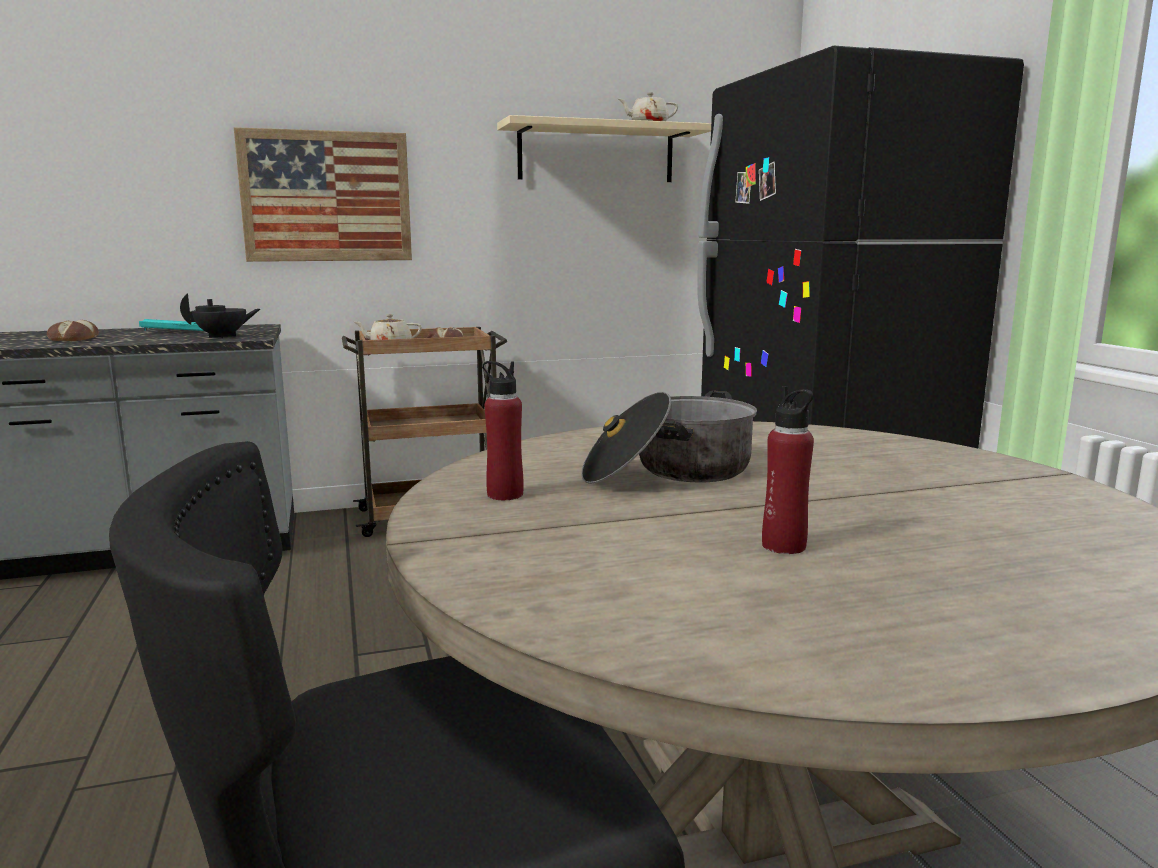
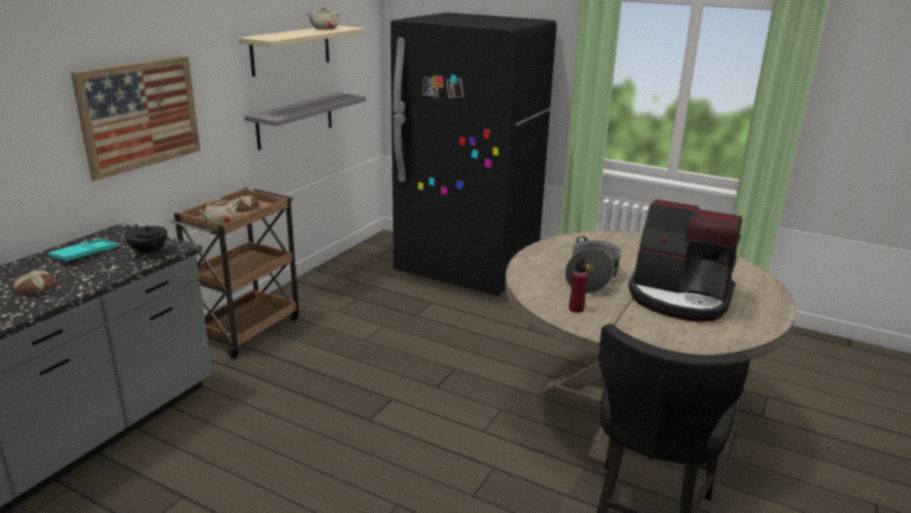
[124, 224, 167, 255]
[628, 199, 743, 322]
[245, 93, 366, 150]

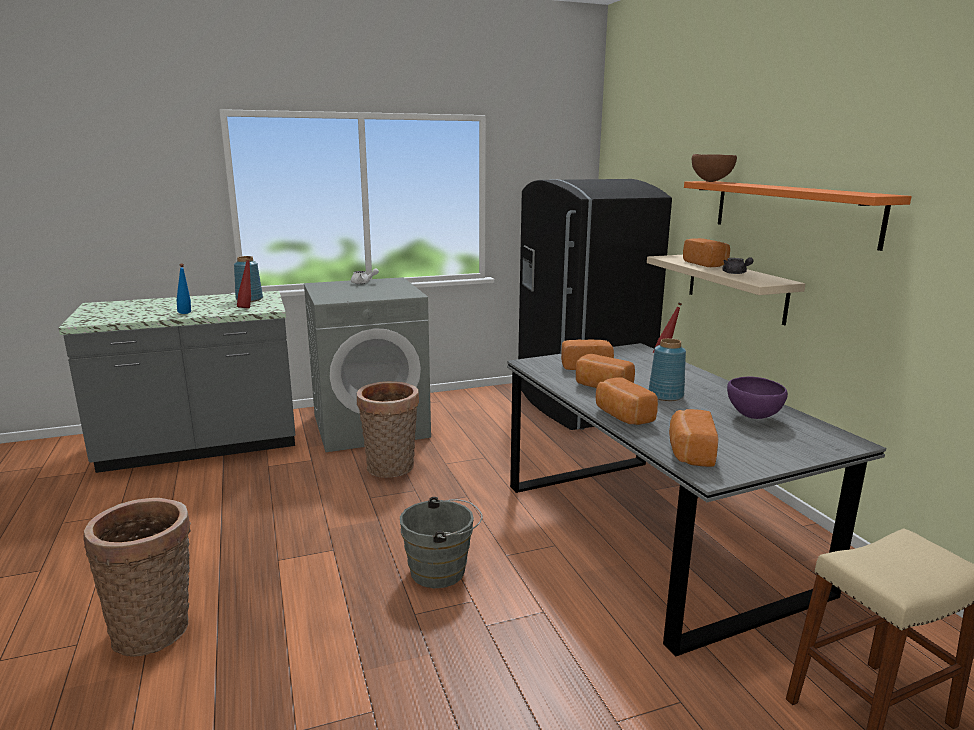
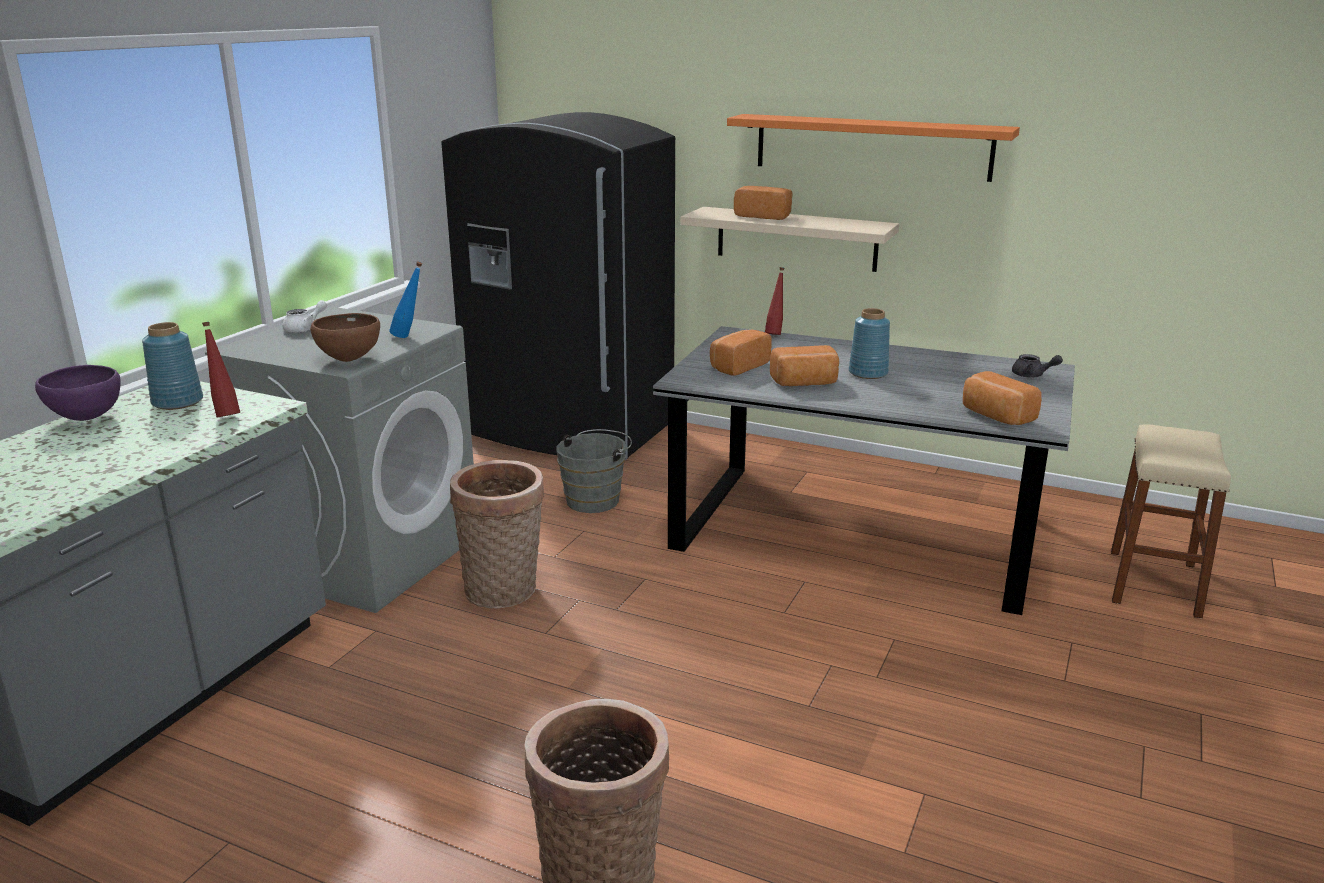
[310, 313, 380, 362]
[1012, 354, 1063, 378]
[389, 261, 422, 338]
[596, 377, 658, 425] (first image)
[35, 365, 121, 421]
[556, 429, 632, 513]

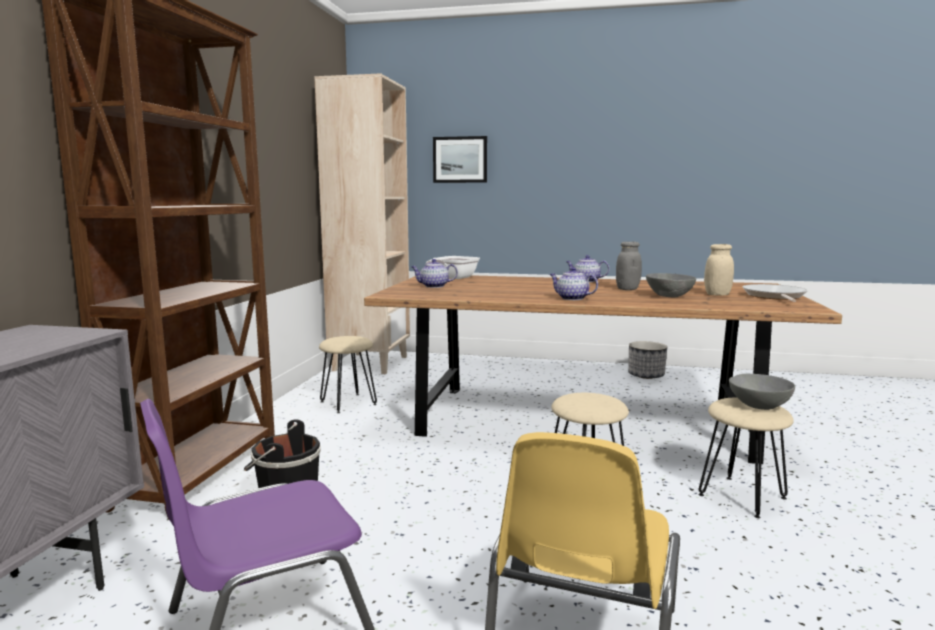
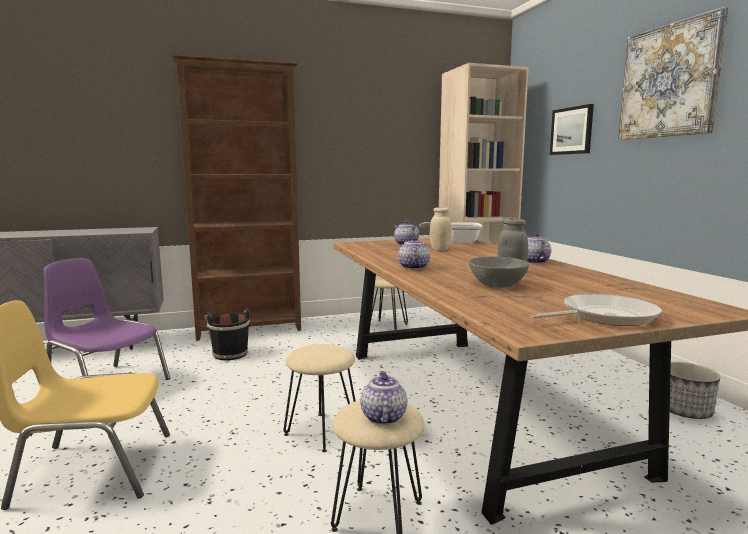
[430, 207, 452, 250]
[360, 371, 407, 425]
[618, 7, 729, 140]

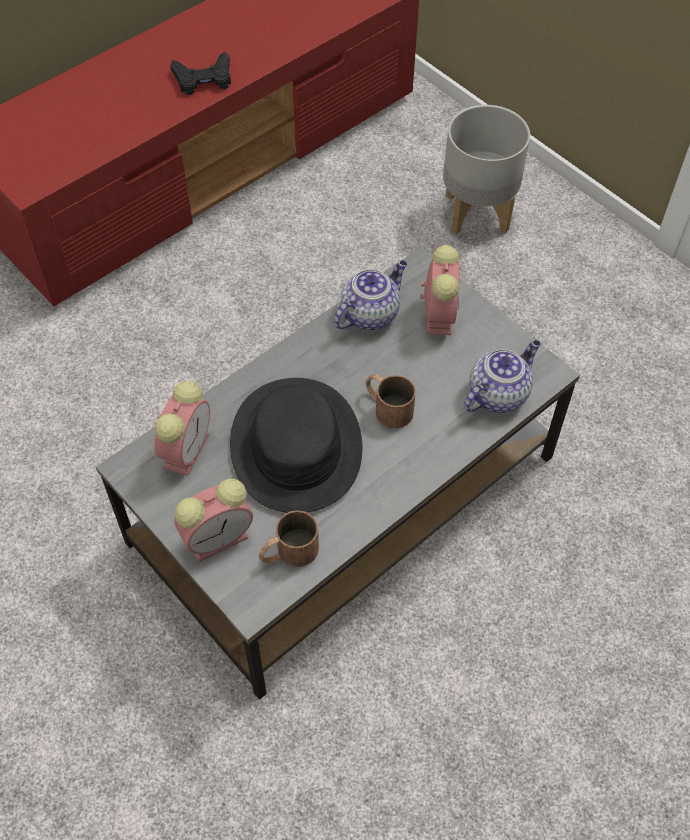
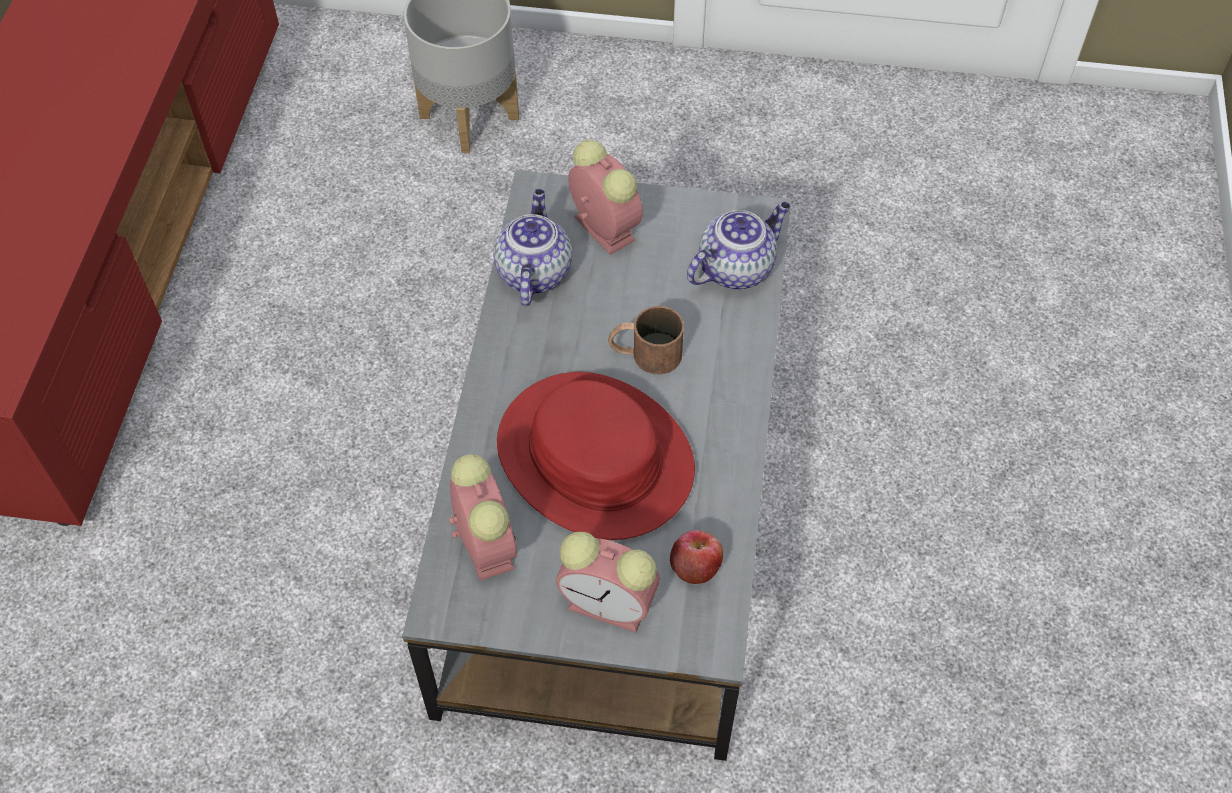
[170, 52, 231, 95] (first image)
[687, 202, 790, 289]
[497, 372, 695, 540]
[556, 532, 660, 632]
[670, 530, 723, 584]

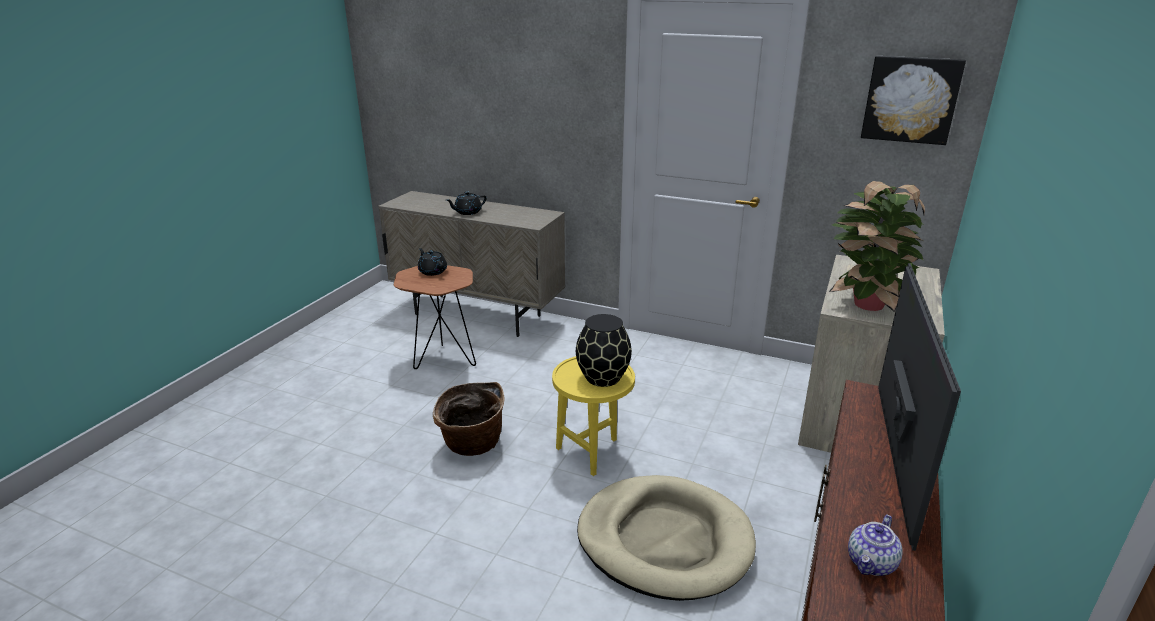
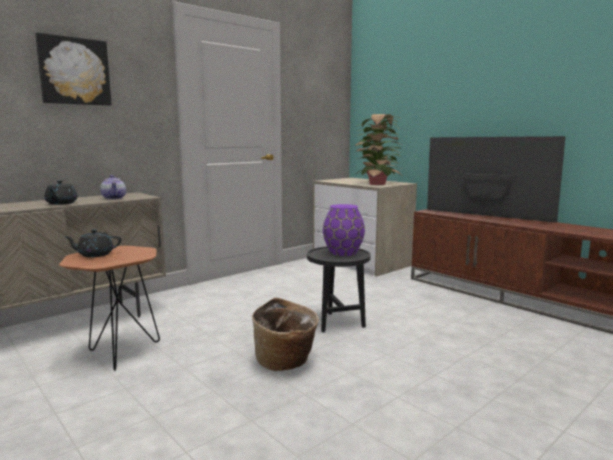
[35, 32, 112, 106]
[323, 204, 365, 256]
[307, 246, 371, 332]
[577, 475, 756, 601] (first image)
[100, 175, 126, 199]

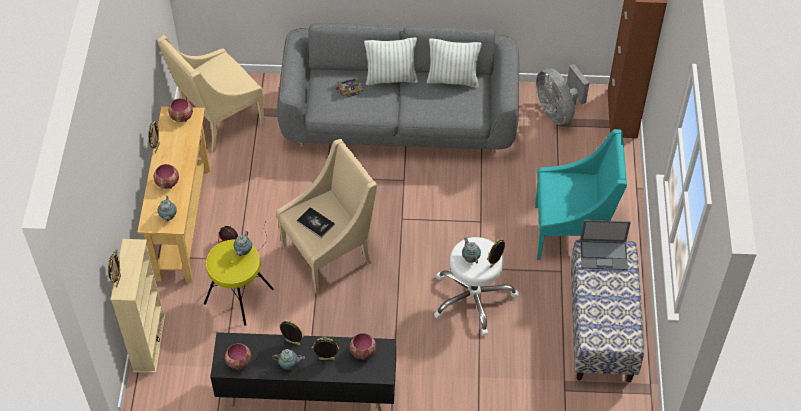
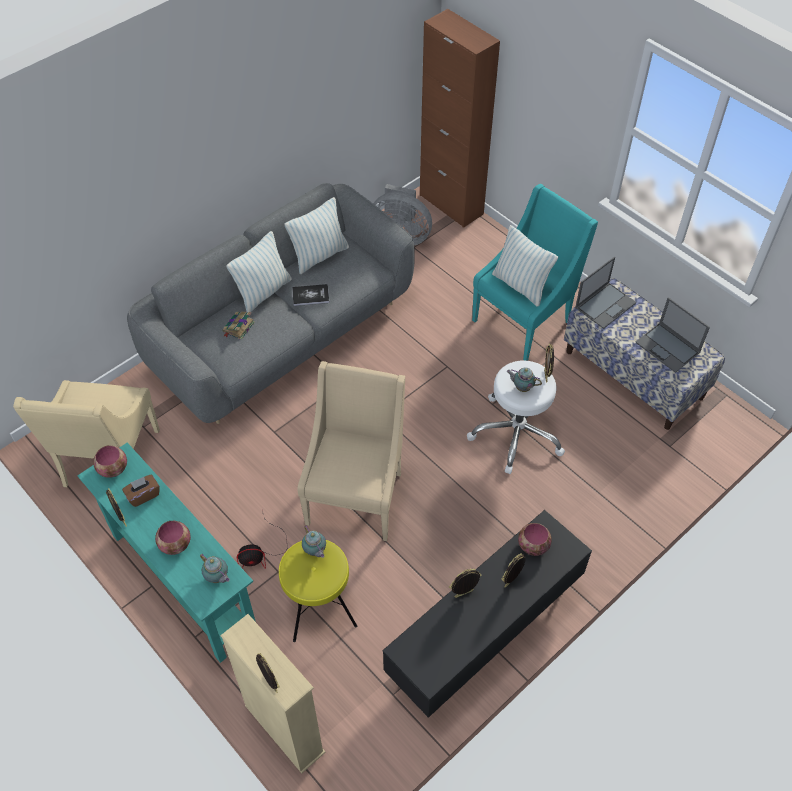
[77, 443, 256, 663]
[292, 284, 329, 306]
[225, 343, 252, 370] (first image)
[272, 349, 305, 370] (first image)
[492, 225, 558, 307]
[635, 297, 710, 373]
[122, 474, 160, 507]

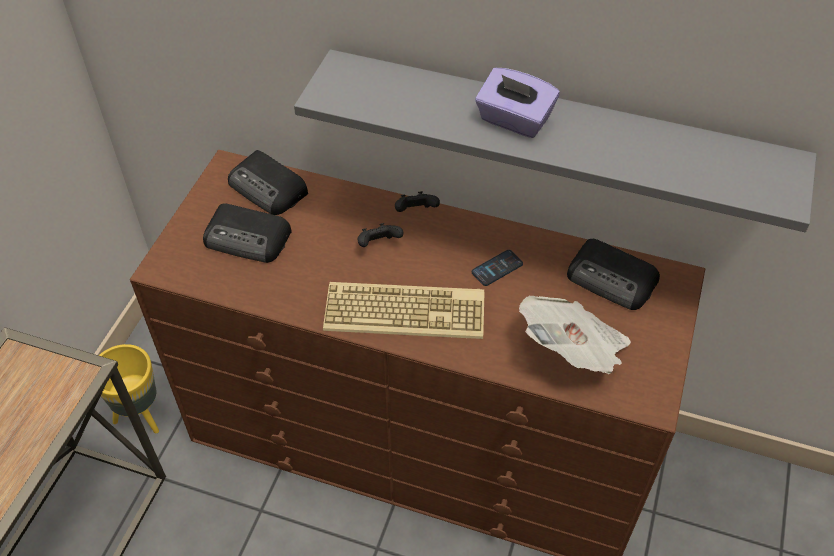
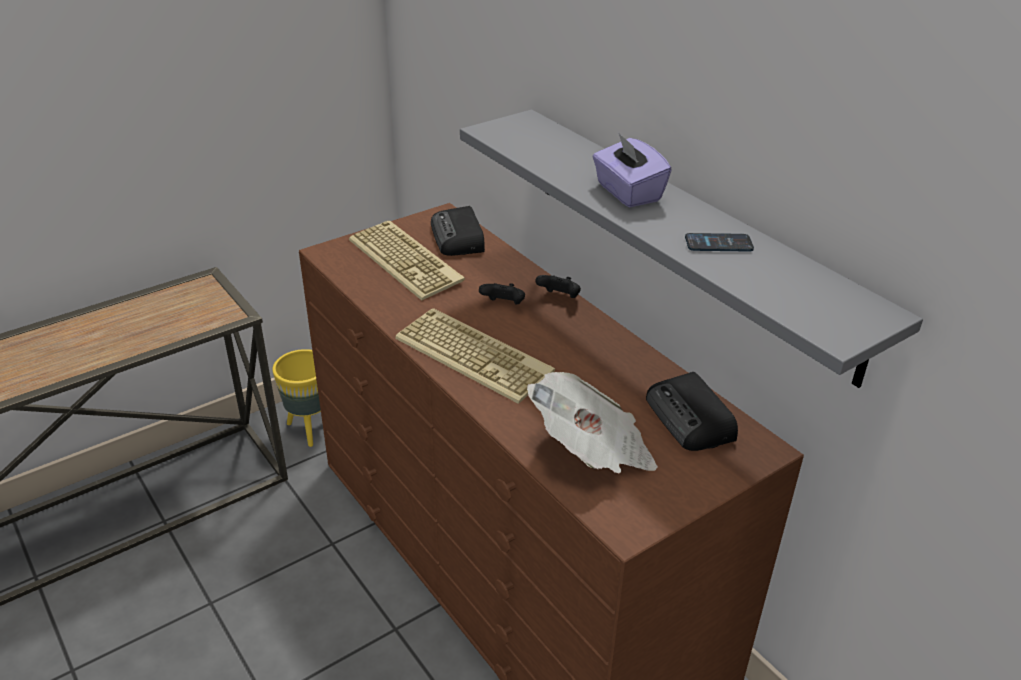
[349, 221, 465, 301]
[685, 233, 754, 251]

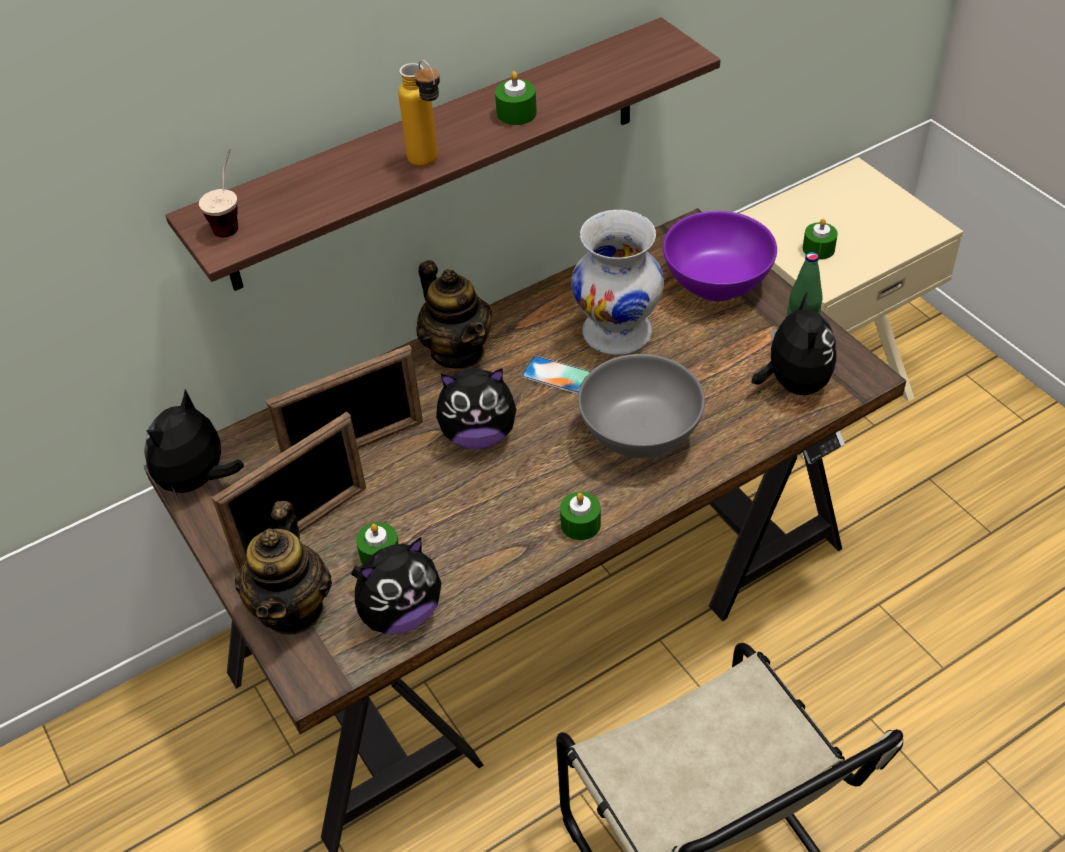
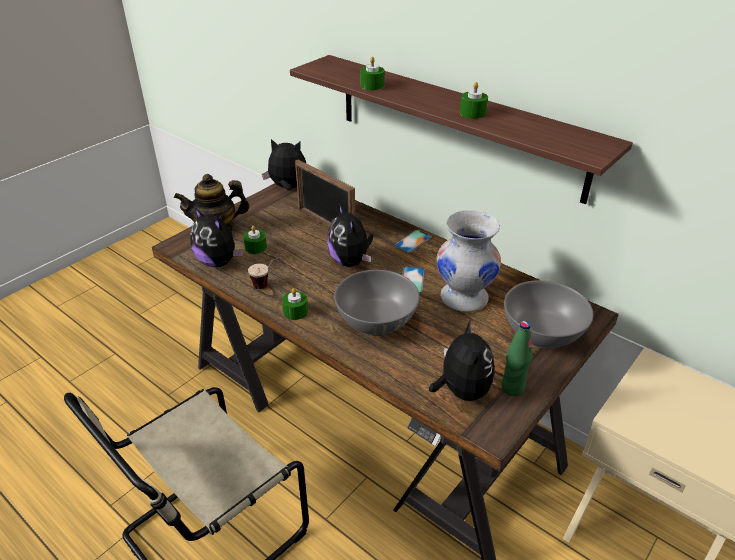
[398, 60, 440, 167] (first image)
[248, 256, 285, 289]
[504, 280, 593, 349]
[360, 57, 385, 90]
[395, 230, 432, 253]
[429, 319, 495, 401]
[212, 412, 366, 570] (first image)

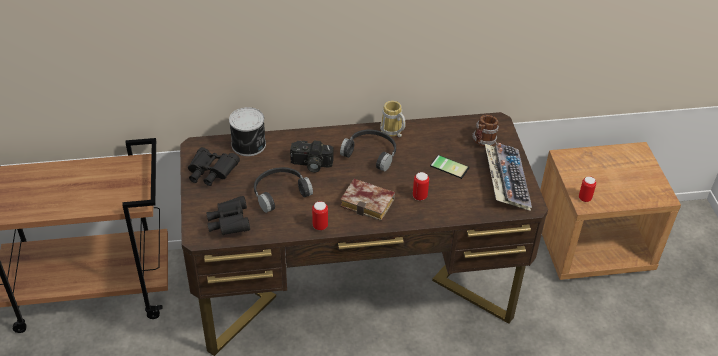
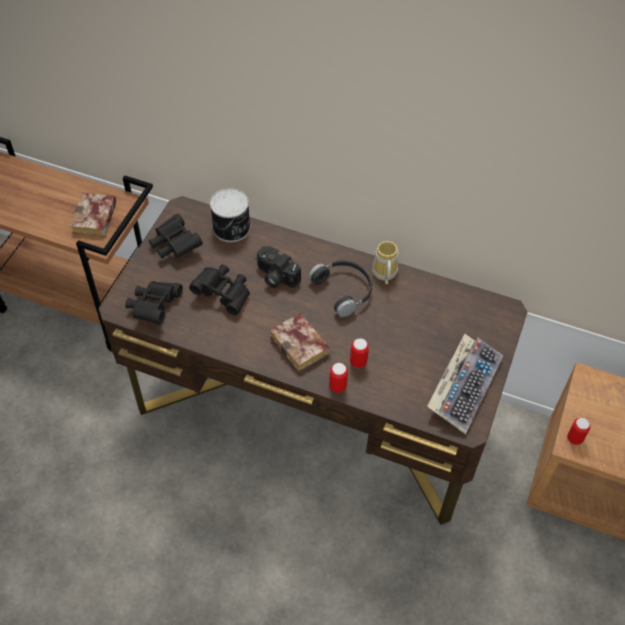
[473, 115, 499, 147] (first image)
[430, 155, 470, 179] (first image)
[189, 264, 250, 315]
[329, 363, 348, 393]
[71, 193, 116, 236]

